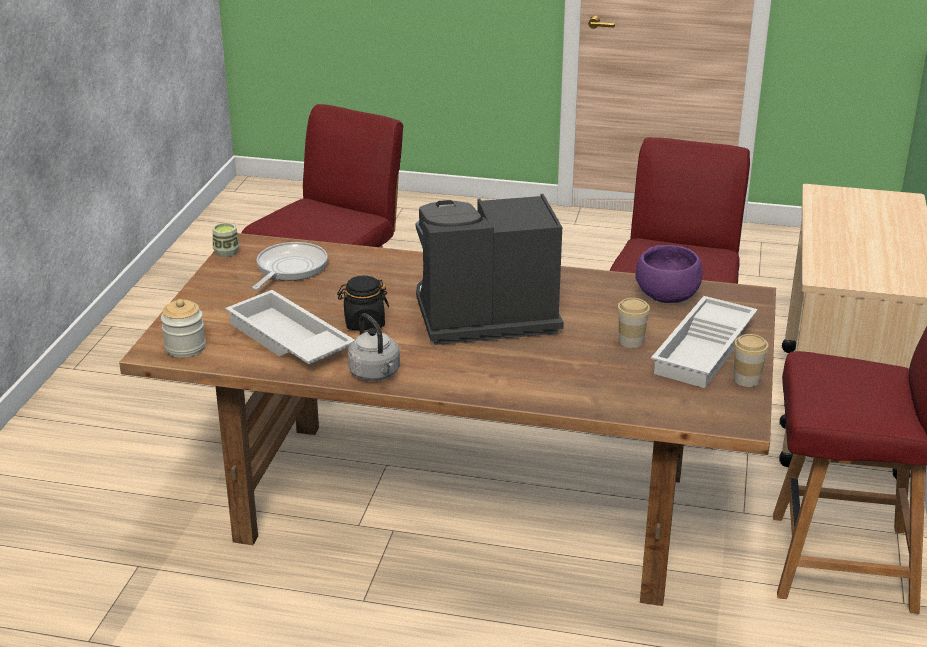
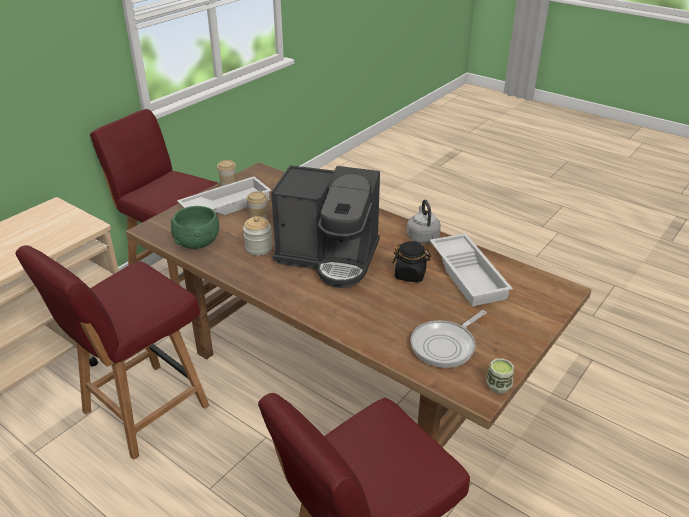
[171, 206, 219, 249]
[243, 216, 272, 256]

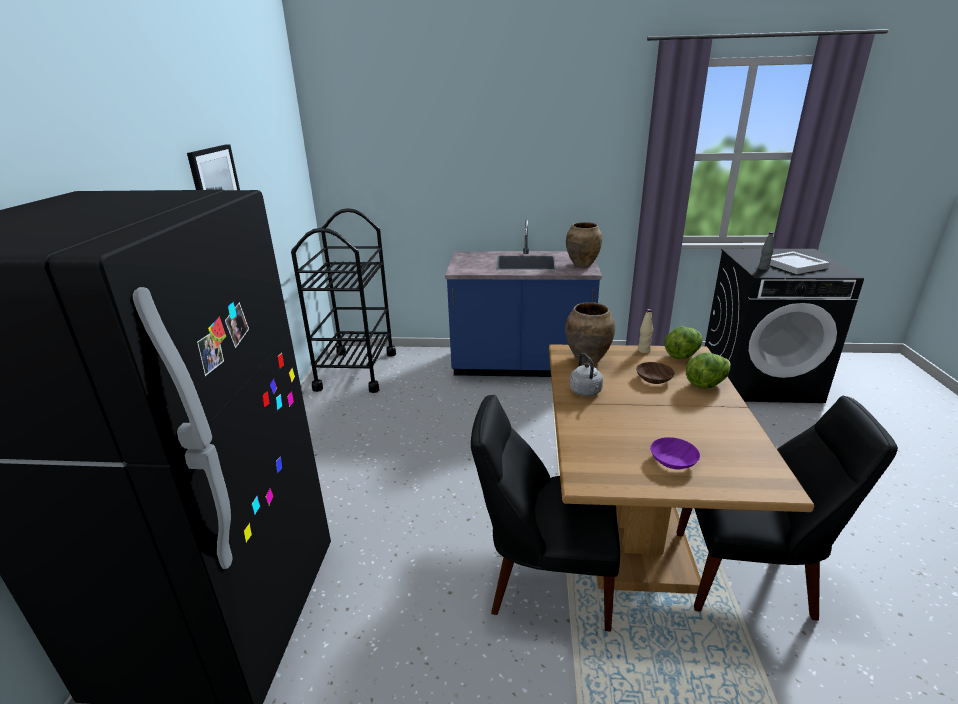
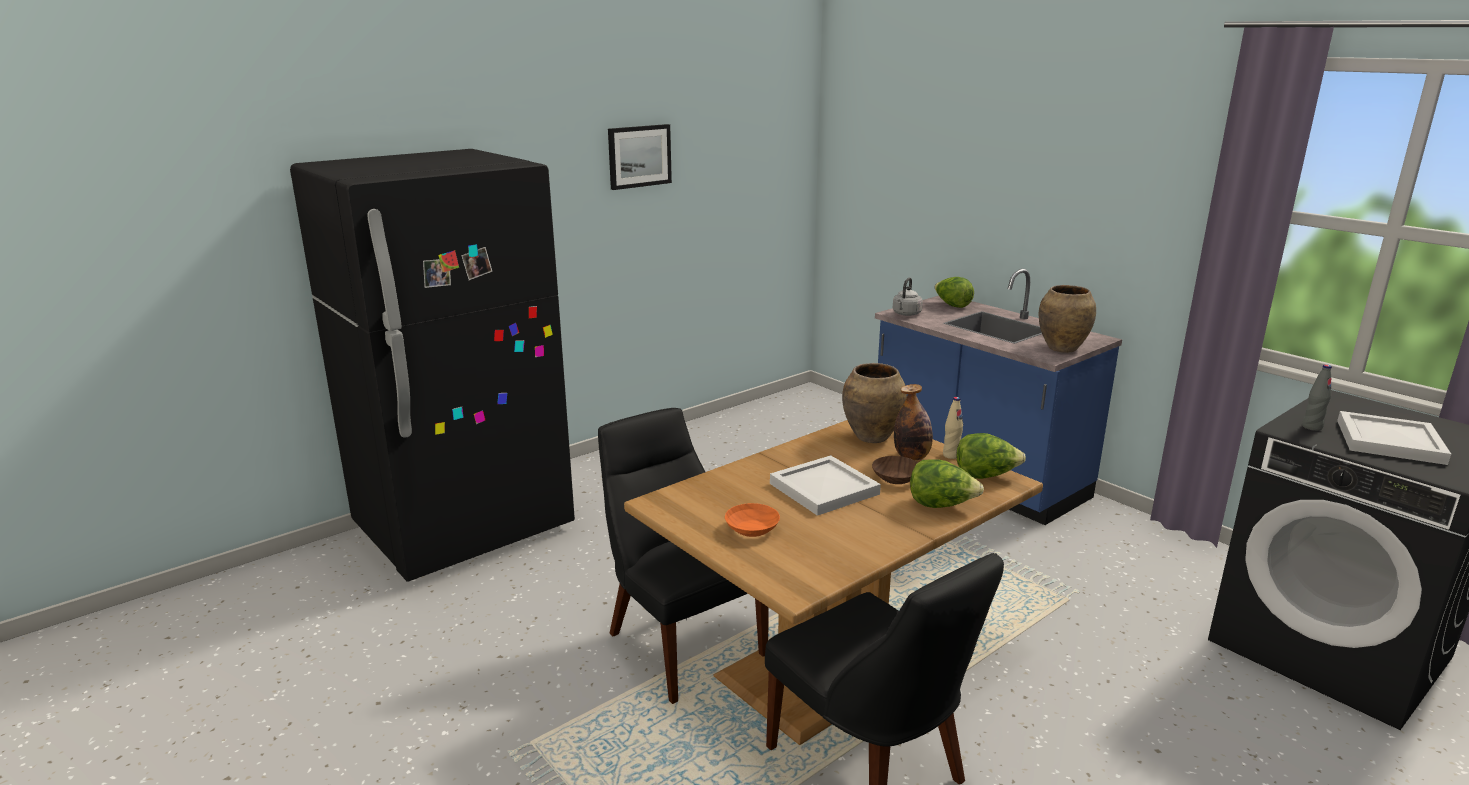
[291, 208, 396, 393] (first image)
[893, 277, 923, 316]
[725, 503, 780, 537]
[934, 277, 974, 308]
[894, 384, 933, 460]
[770, 455, 881, 516]

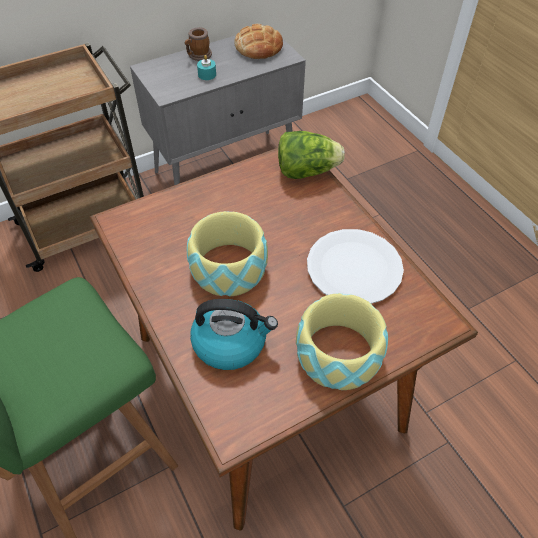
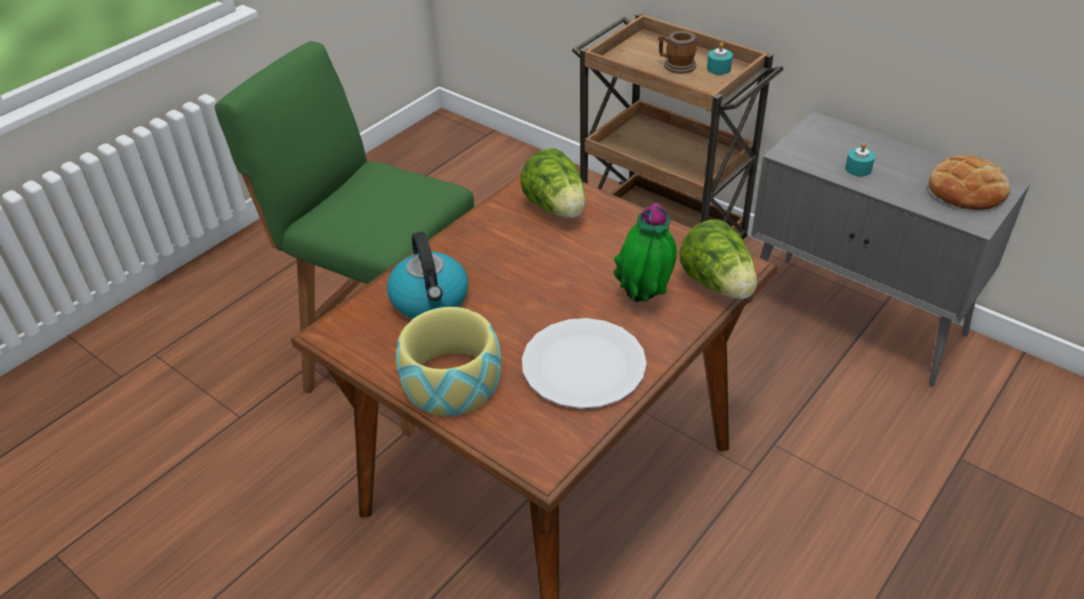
[658, 31, 696, 74]
[187, 211, 268, 296] (first image)
[707, 42, 733, 75]
[520, 148, 586, 218]
[614, 203, 677, 302]

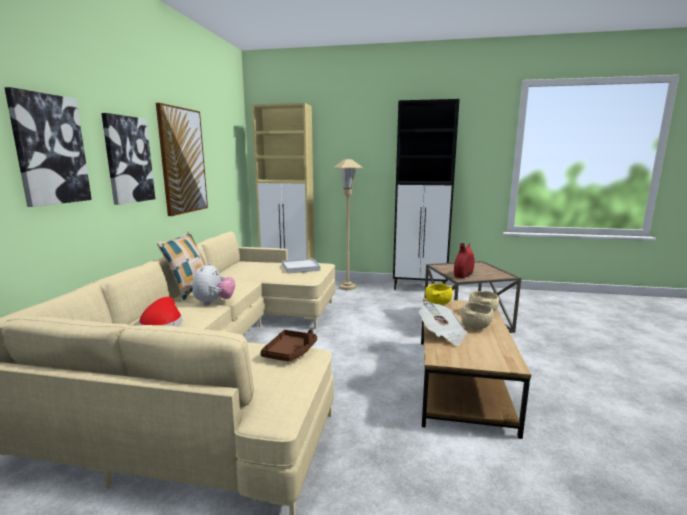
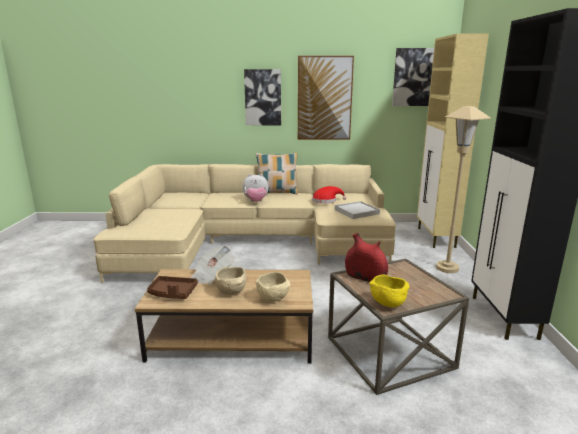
[392, 48, 434, 106]
[369, 275, 409, 307]
[312, 186, 346, 204]
[147, 276, 198, 299]

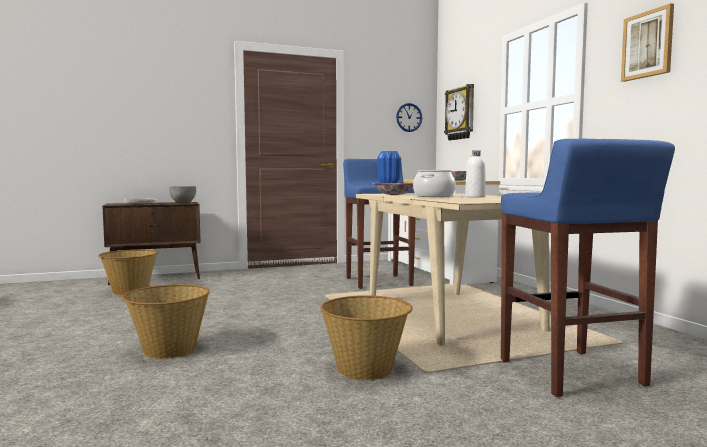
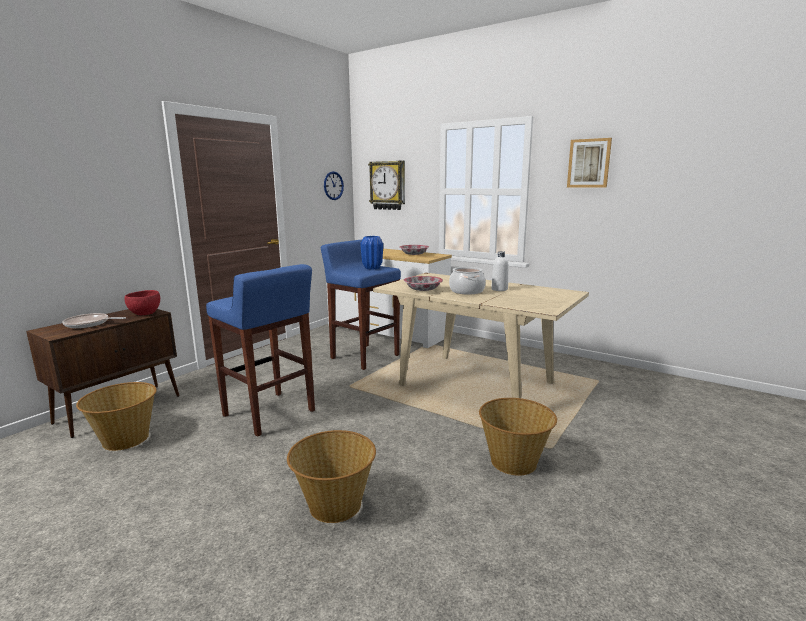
[206, 264, 315, 437]
[125, 290, 160, 315]

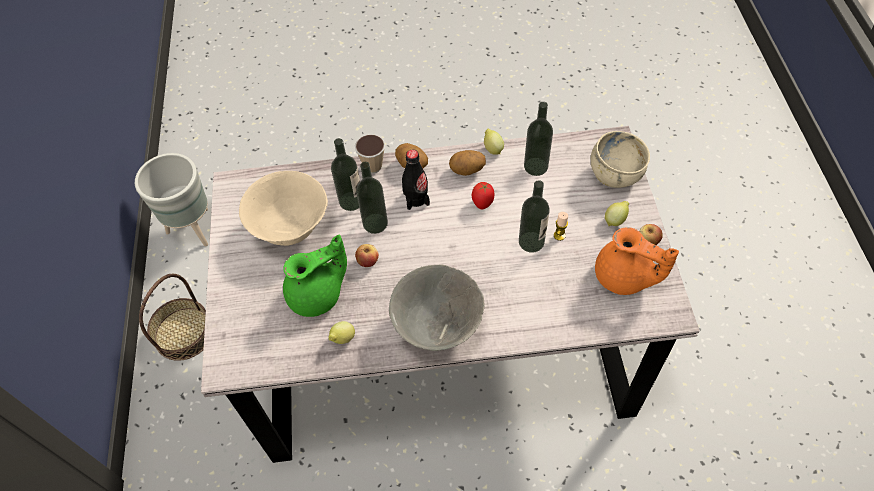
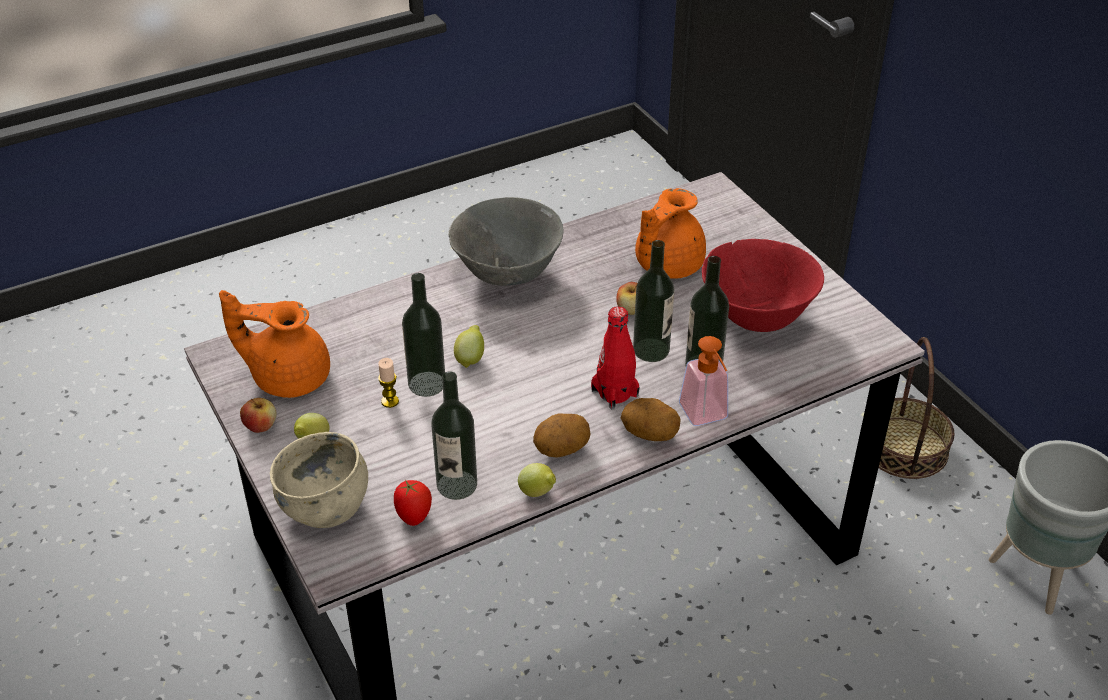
[679, 336, 728, 426]
[591, 306, 639, 409]
[702, 239, 824, 332]
[394, 480, 432, 526]
[635, 188, 706, 279]
[454, 325, 484, 368]

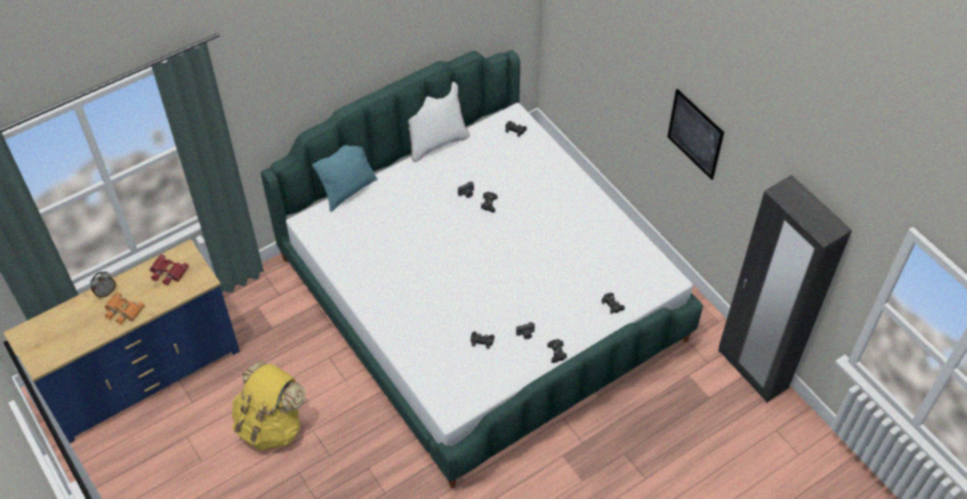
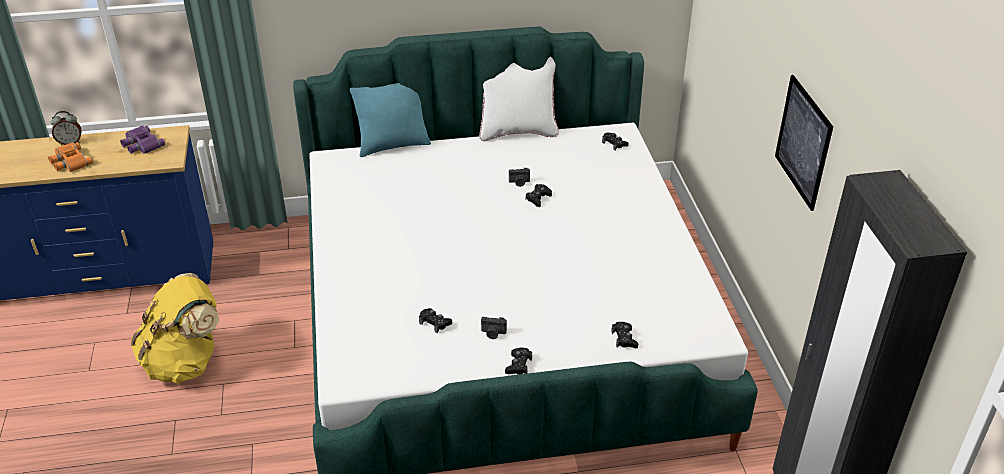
[120, 125, 165, 154]

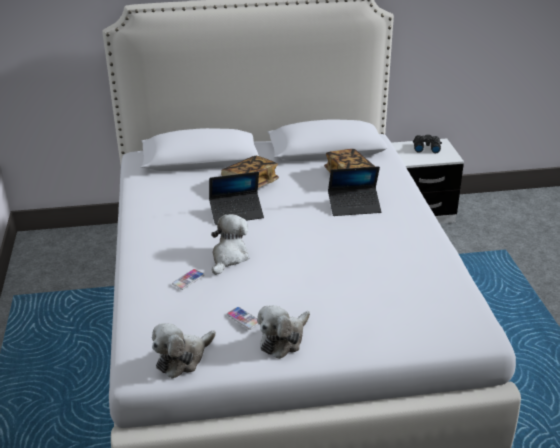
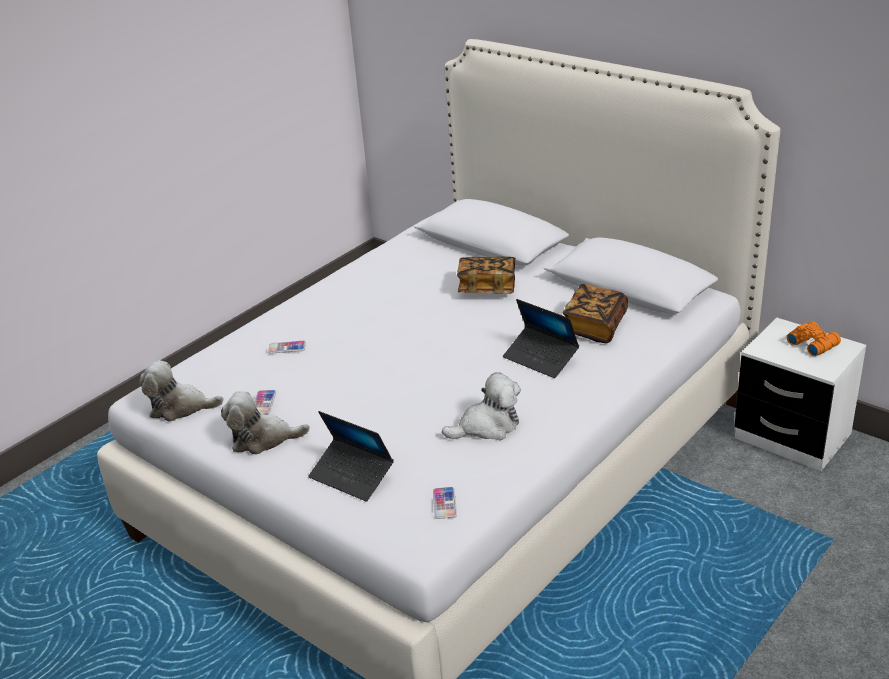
[787, 322, 841, 356]
[308, 411, 394, 502]
[442, 372, 521, 440]
[433, 487, 457, 519]

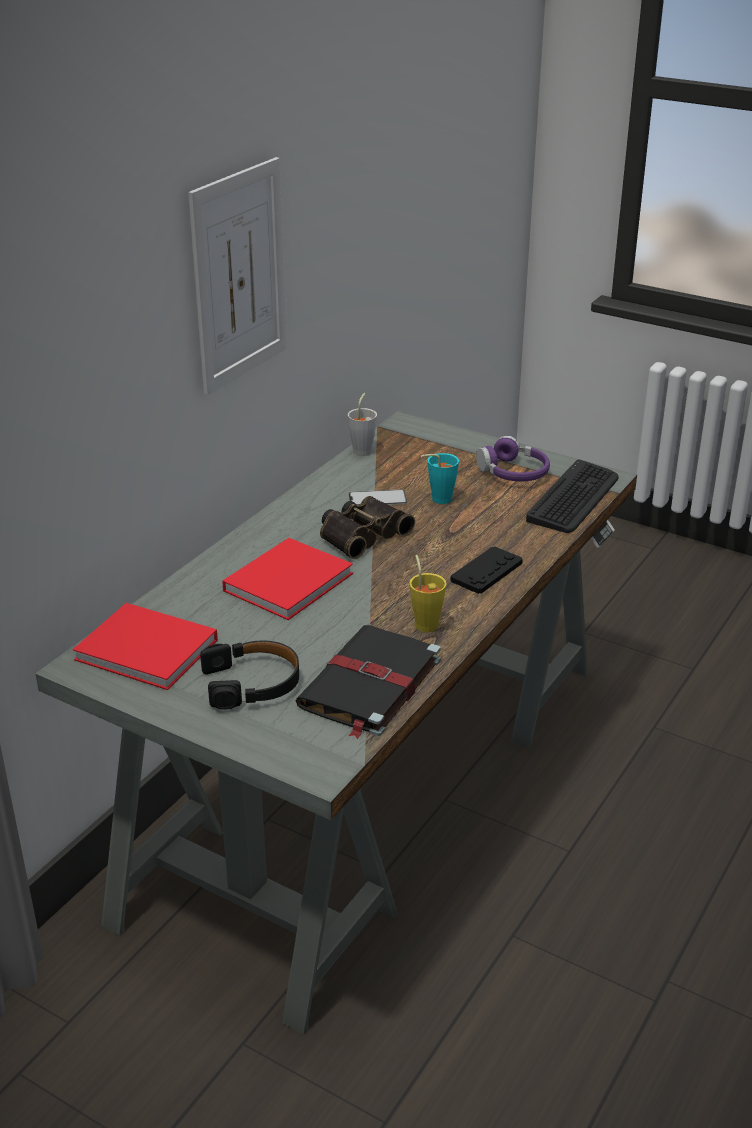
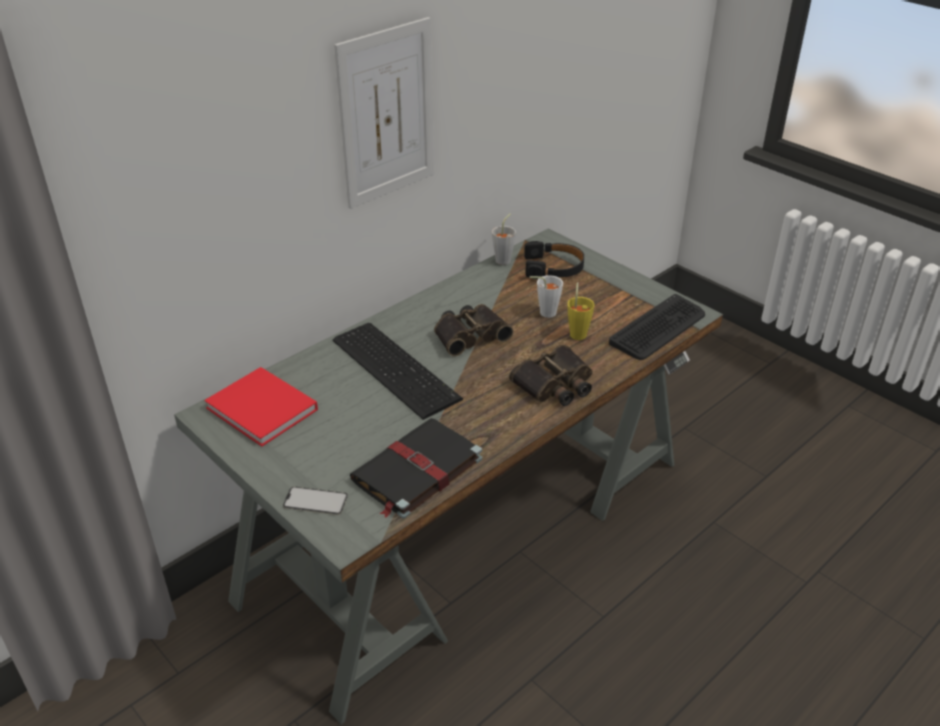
[476, 436, 550, 481] (first image)
[530, 275, 563, 318]
[283, 486, 348, 515]
[333, 323, 463, 420]
[509, 345, 593, 406]
[567, 282, 595, 340]
[524, 241, 584, 279]

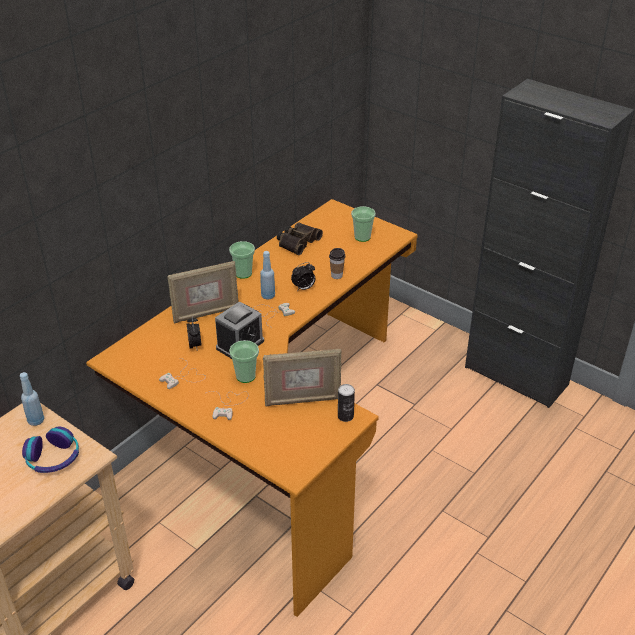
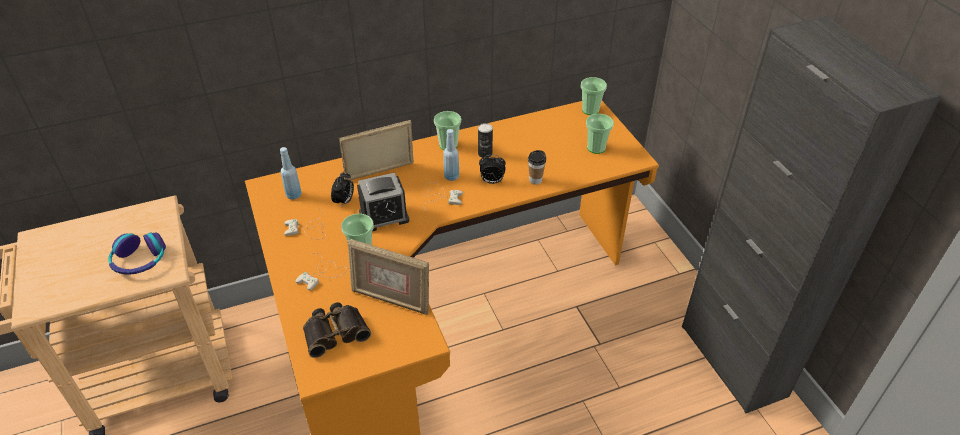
[303, 303, 371, 358]
[339, 120, 414, 180]
[280, 147, 302, 200]
[478, 123, 493, 158]
[581, 77, 607, 115]

